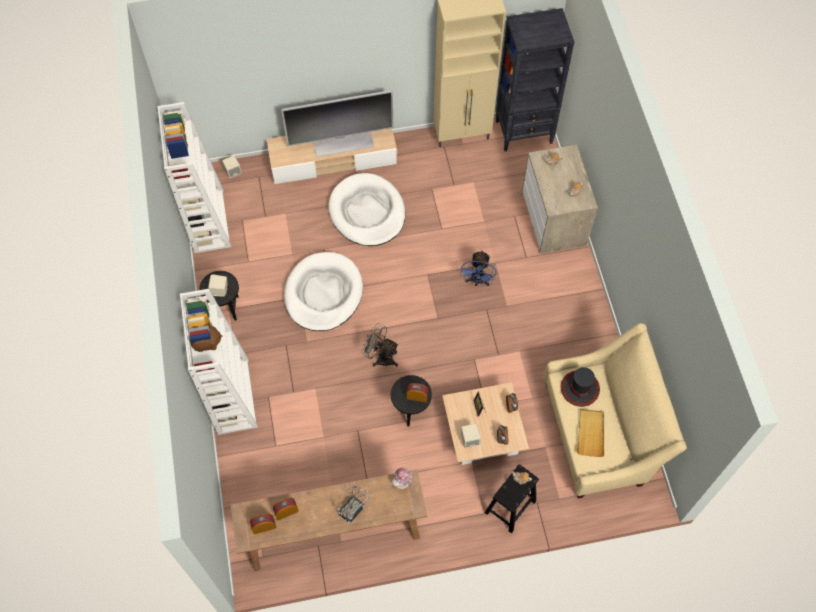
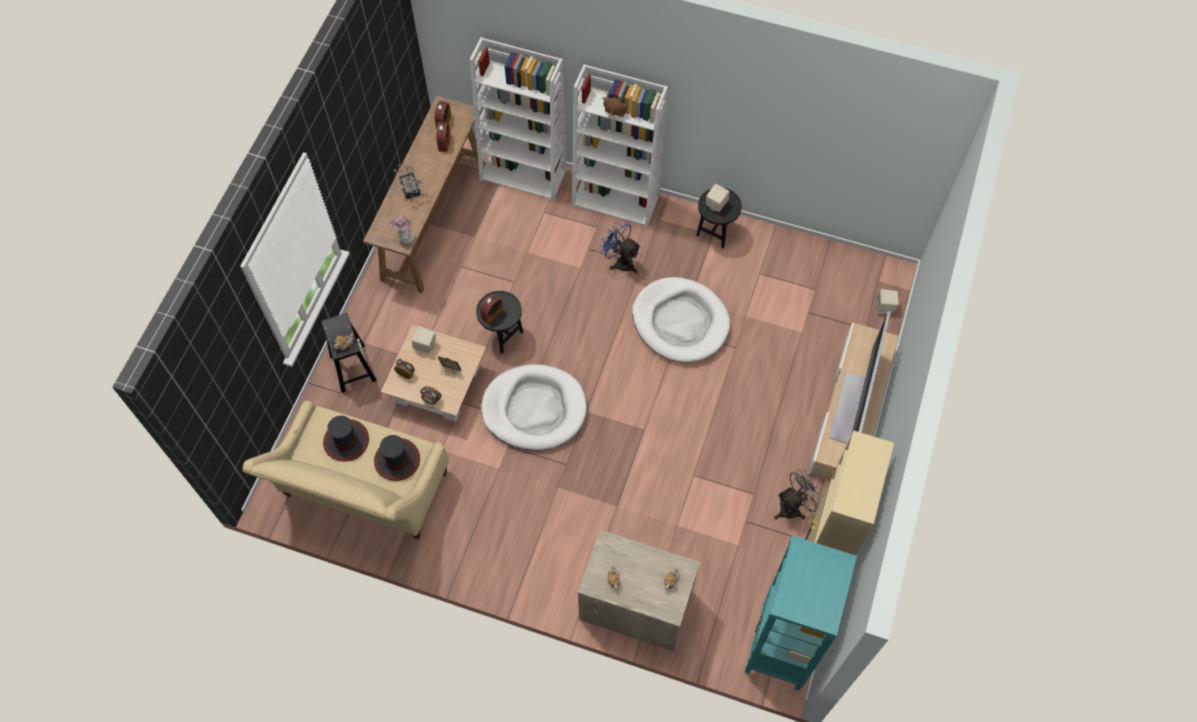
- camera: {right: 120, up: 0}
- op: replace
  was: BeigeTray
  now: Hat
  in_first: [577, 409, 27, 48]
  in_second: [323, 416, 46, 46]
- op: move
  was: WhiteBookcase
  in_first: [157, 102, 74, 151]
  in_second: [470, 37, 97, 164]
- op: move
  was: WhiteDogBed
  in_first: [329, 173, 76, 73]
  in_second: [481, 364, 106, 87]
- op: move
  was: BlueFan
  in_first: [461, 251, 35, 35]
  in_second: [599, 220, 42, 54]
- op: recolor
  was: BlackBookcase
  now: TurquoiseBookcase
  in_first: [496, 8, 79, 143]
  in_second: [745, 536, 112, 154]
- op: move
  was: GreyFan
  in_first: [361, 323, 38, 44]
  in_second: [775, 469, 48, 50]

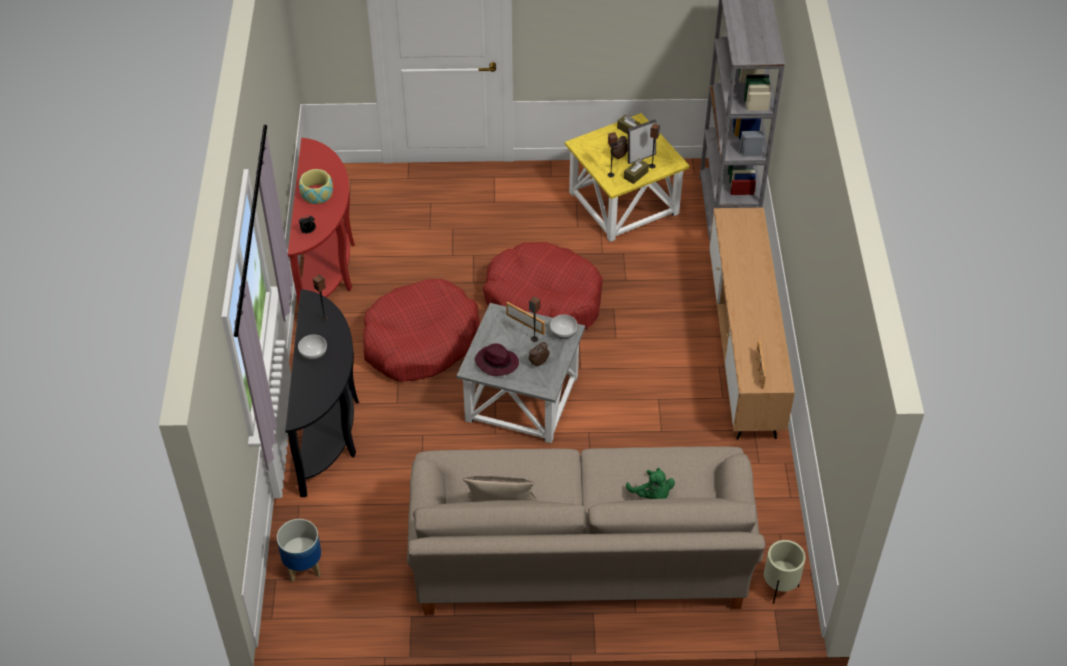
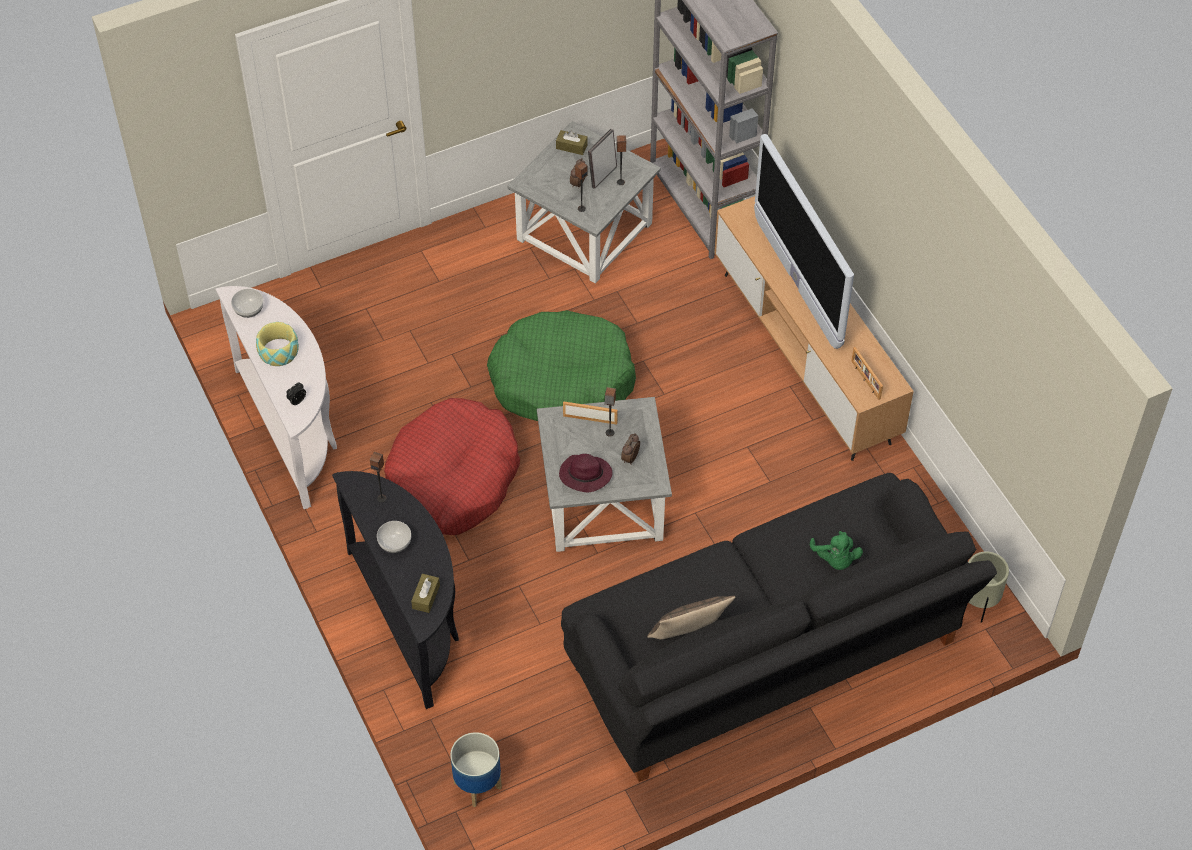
- camera: {right: -25, up: 5}
- op: recolor
  was: RedConsoleTable
  now: WhiteConsoleTable
  in_first: [288, 138, 67, 169]
  in_second: [216, 286, 121, 223]
- op: move
  was: Bowl
  in_first: [550, 315, 28, 24]
  in_second: [231, 289, 32, 29]
- op: move
  was: BrownTissueBox
  in_first: [624, 159, 25, 25]
  in_second: [411, 574, 29, 39]
- op: recolor
  was: RedDogBed
  now: GreenDogBed
  in_first: [483, 242, 120, 87]
  in_second: [487, 310, 149, 111]
- op: recolor
  was: YellowSideTable
  now: GreySideTable
  in_first: [565, 113, 125, 129]
  in_second: [507, 121, 154, 163]
- op: recolor
  was: BeigeSofa
  now: BlackSofa
  in_first: [407, 446, 358, 169]
  in_second: [561, 473, 436, 309]
- op: insert
  now: Television
  in_second: [754, 134, 100, 215]
- op: rotate
  was: GreenPlushToy
  in_first: [626, 468, 49, 31]
  in_second: [810, 531, 53, 39]
  clockwise: 45

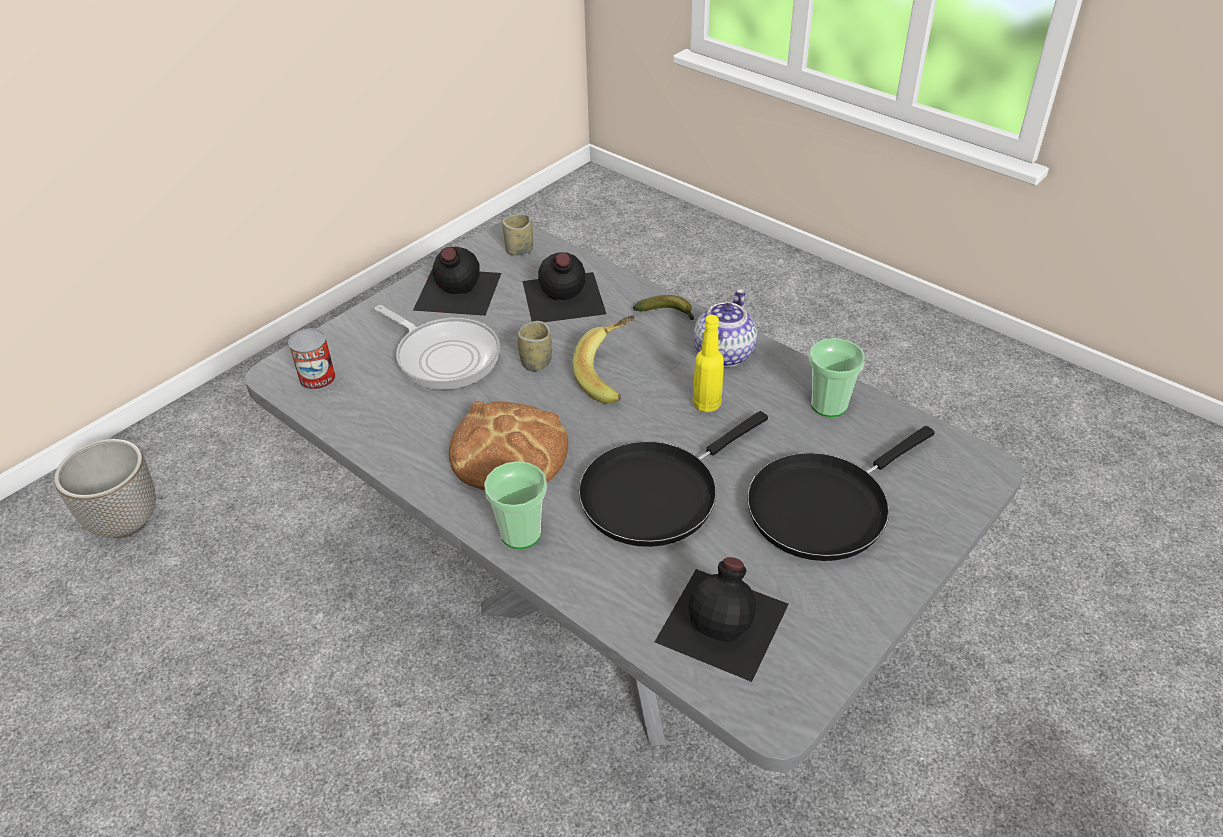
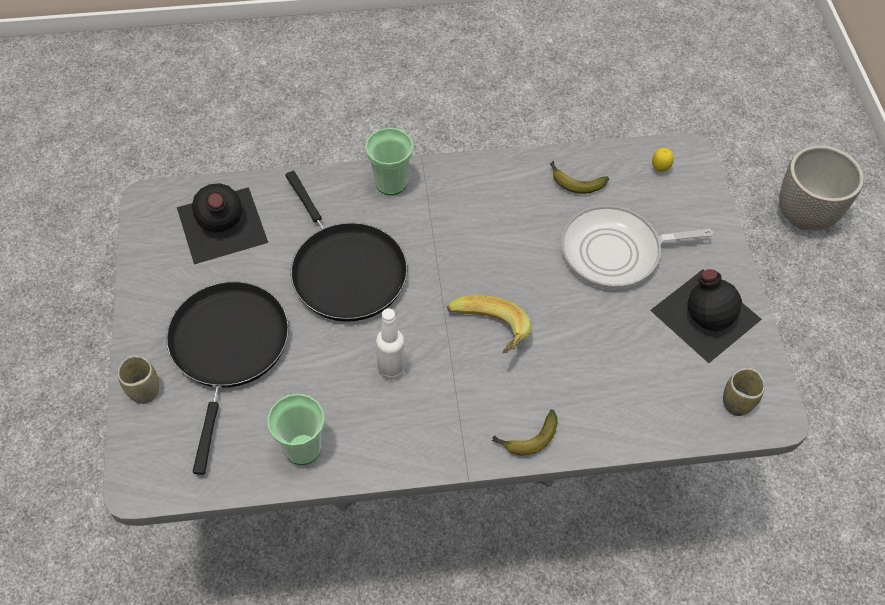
- camera: {right: 130, up: 15}
- op: move
  was: Cup
  in_first: [518, 321, 34, 50]
  in_second: [118, 355, 41, 49]
- op: rotate
  was: BlackFryingPan
  in_first: [578, 411, 190, 136]
  in_second: [285, 171, 122, 151]
  clockwise: 150
- op: recolor
  was: YellowBottle
  now: WhiteBottle
  in_first: [693, 315, 31, 97]
  in_second: [376, 308, 30, 72]
- op: insert
  now: Banana
  in_second: [550, 161, 59, 33]
- op: replace
  was: Can
  now: Lemon
  in_first: [288, 328, 48, 62]
  in_second: [652, 148, 22, 24]
- op: delete
  was: Bread
  in_first: [449, 401, 119, 89]
- op: delete
  was: BlackBottle
  in_first: [523, 252, 83, 70]
- op: delete
  was: Teapot
  in_first: [694, 289, 63, 78]

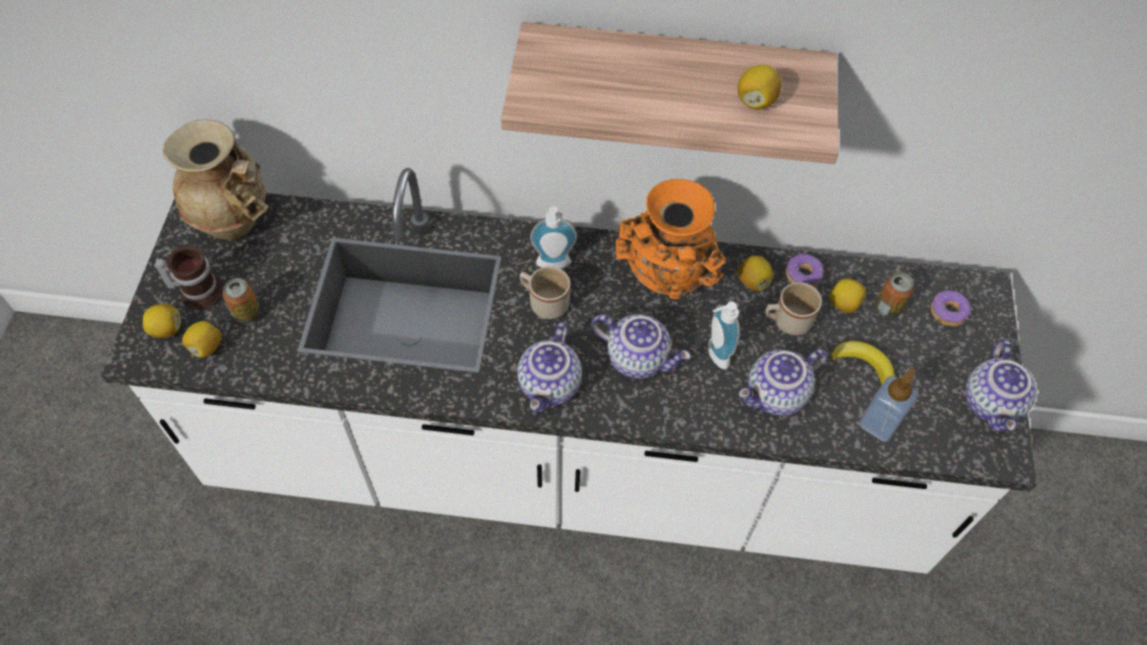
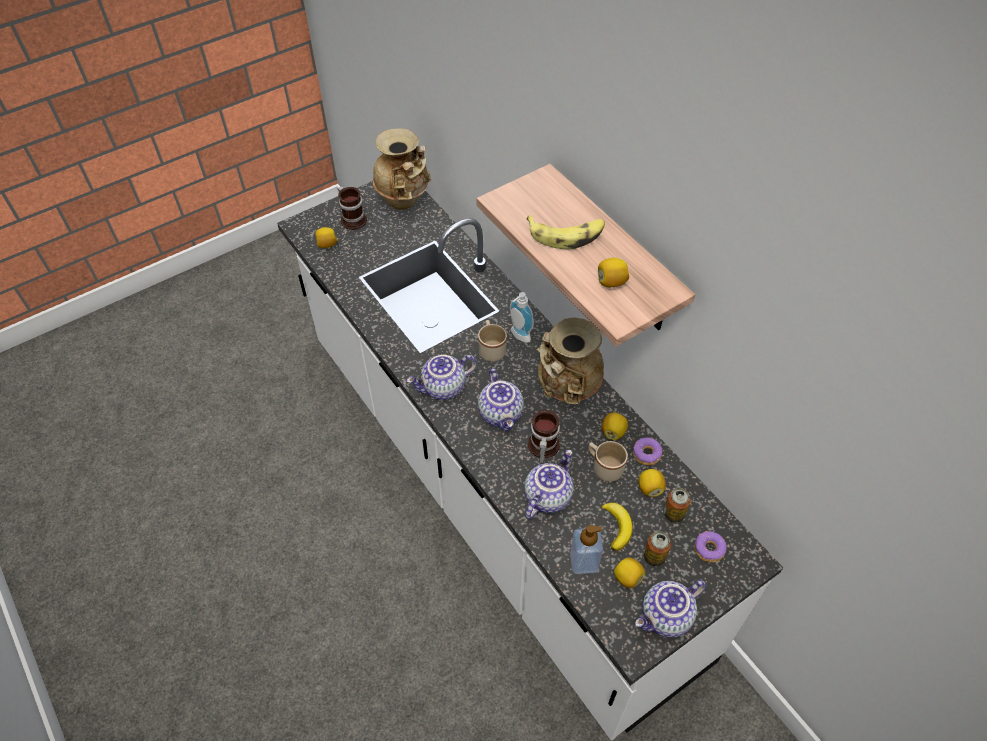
- camera: {right: 50, up: -5}
- op: rotate
  was: Teapot
  in_first: [738, 349, 89, 67]
  in_second: [524, 450, 49, 69]
  clockwise: 105
- op: insert
  now: Banana
  in_second: [527, 215, 78, 34]
- op: replace
  was: SoapDispenser
  now: Mug
  in_first: [708, 302, 32, 67]
  in_second: [528, 410, 32, 53]
- op: recolor
  was: OrangeVase
  now: BeigeVase
  in_first: [616, 179, 109, 120]
  in_second: [536, 317, 68, 87]
- op: move
  was: Lemon
  in_first: [143, 304, 38, 34]
  in_second: [614, 557, 31, 31]
- op: move
  was: Can
  in_first: [223, 278, 38, 46]
  in_second: [643, 531, 28, 35]

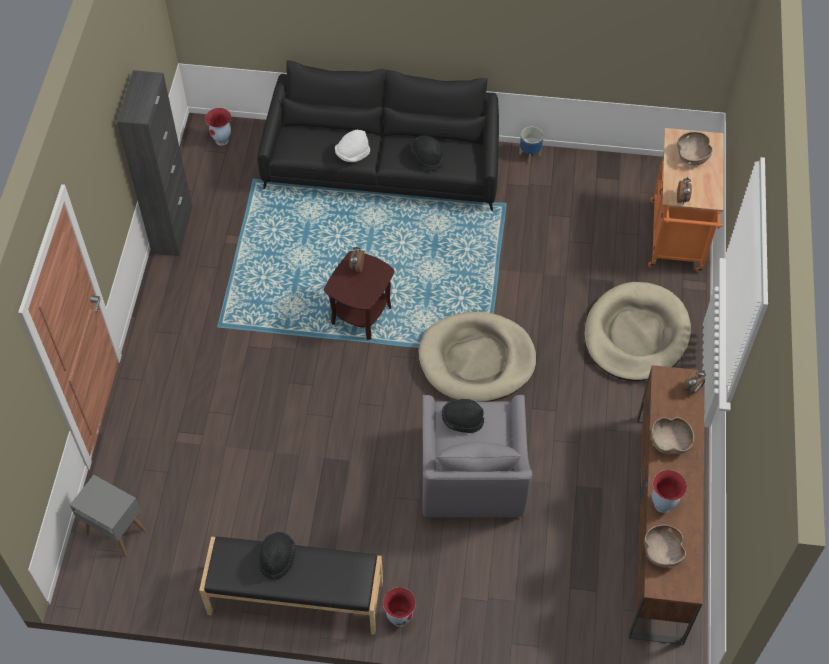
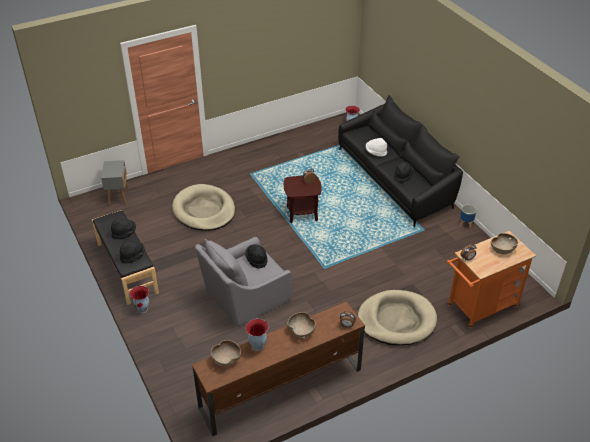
- camera: {right: 55, up: -15}
- op: insert
  now: BlackHat
  in_second: [120, 241, 25, 22]
- op: move
  was: BeigeDogBed
  in_first: [418, 312, 118, 90]
  in_second: [172, 184, 63, 47]
- op: delete
  was: BlackCabinet
  in_first: [117, 70, 76, 186]

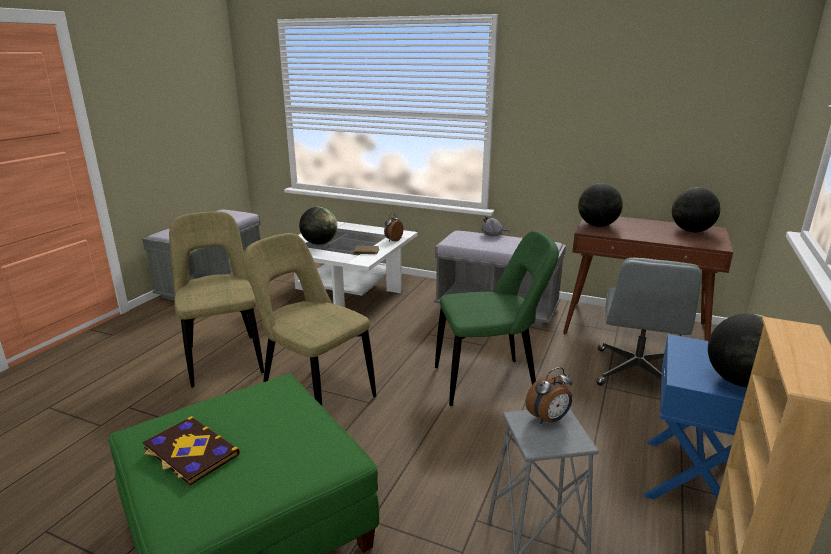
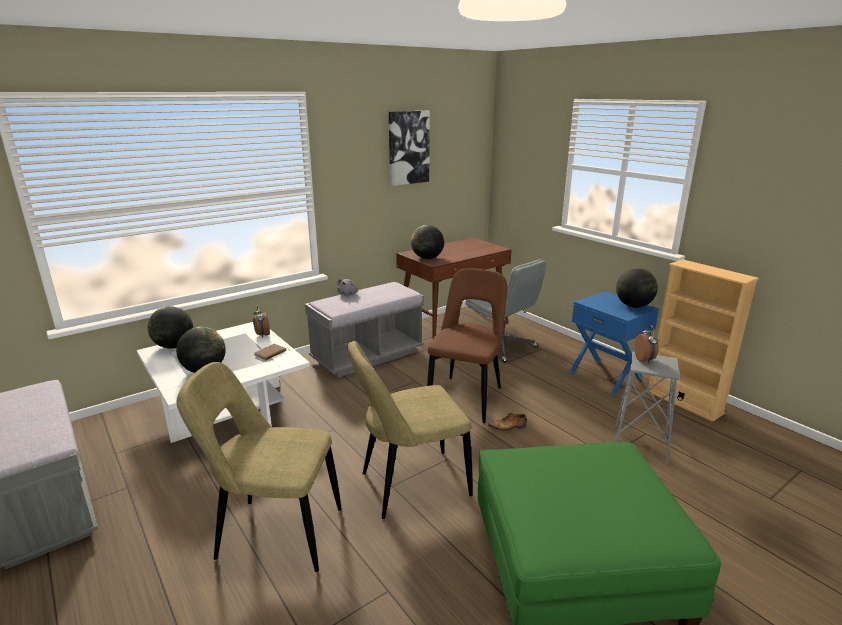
- camera: {right: -60, up: 0}
- op: move
  was: Globe
  in_first: [672, 187, 48, 45]
  in_second: [148, 306, 45, 42]
- op: insert
  now: Picture
  in_second: [389, 111, 41, 75]
- op: recolor
  was: GreenChair
  now: BrownChair
  in_first: [435, 231, 124, 175]
  in_second: [427, 268, 80, 155]
- op: insert
  now: Shoe
  in_second: [488, 413, 39, 18]
- op: delete
  was: Book
  in_first: [143, 416, 97, 69]

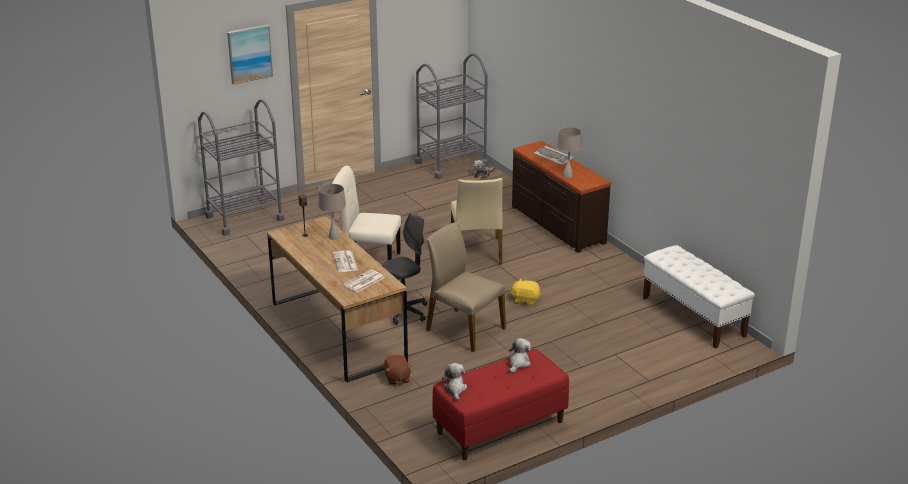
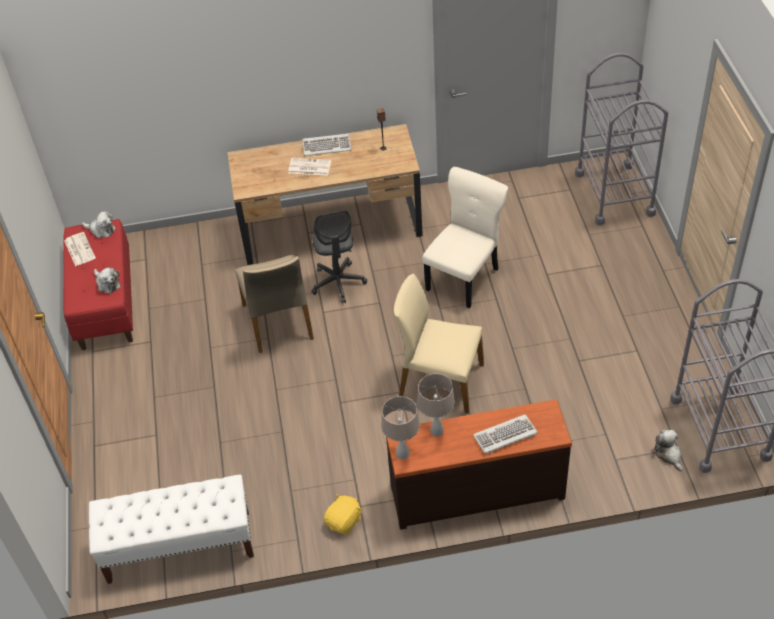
- camera: {right: 115, up: 20}
- op: move
  was: Newspaper
  in_first: [343, 269, 41, 23]
  in_second: [65, 232, 31, 34]
- op: rotate
  was: BeigeChair
  in_first: [426, 222, 80, 130]
  in_second: [235, 255, 79, 98]
  clockwise: 105
- op: insert
  now: Keyboard
  in_second: [302, 134, 49, 22]
- op: move
  was: YellowPlushToy
  in_first: [510, 278, 30, 28]
  in_second: [324, 494, 38, 41]
- op: move
  was: BeigeTableLamp
  in_first: [318, 184, 28, 56]
  in_second: [381, 396, 39, 63]
- op: delete
  was: Picture
  in_first: [227, 25, 46, 60]
- op: delete
  was: BrownPlushToy
  in_first: [384, 355, 28, 30]

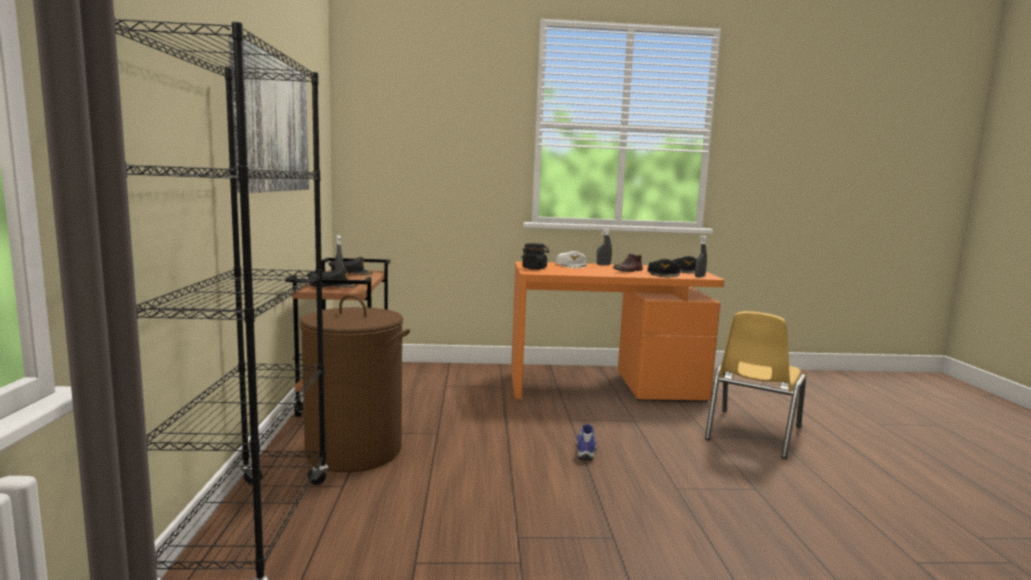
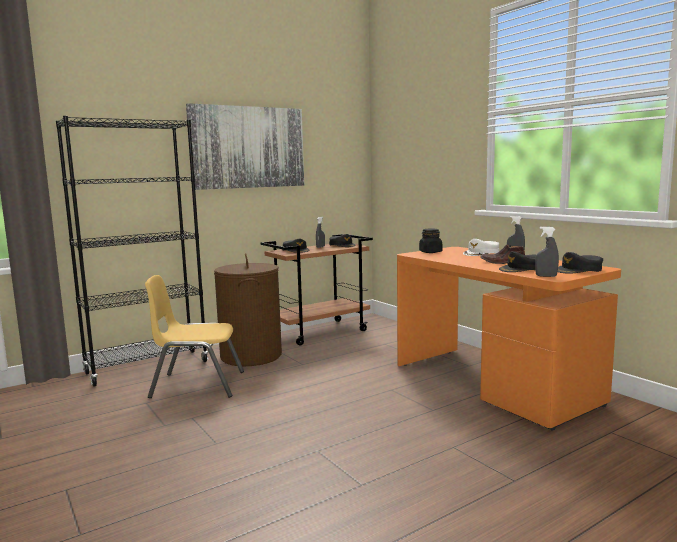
- camera: {right: 60, up: 0}
- op: move
  was: YellowChair
  in_first: [705, 311, 101, 148]
  in_second: [145, 275, 99, 123]
- op: delete
  was: Shoe
  in_first: [576, 424, 21, 37]

